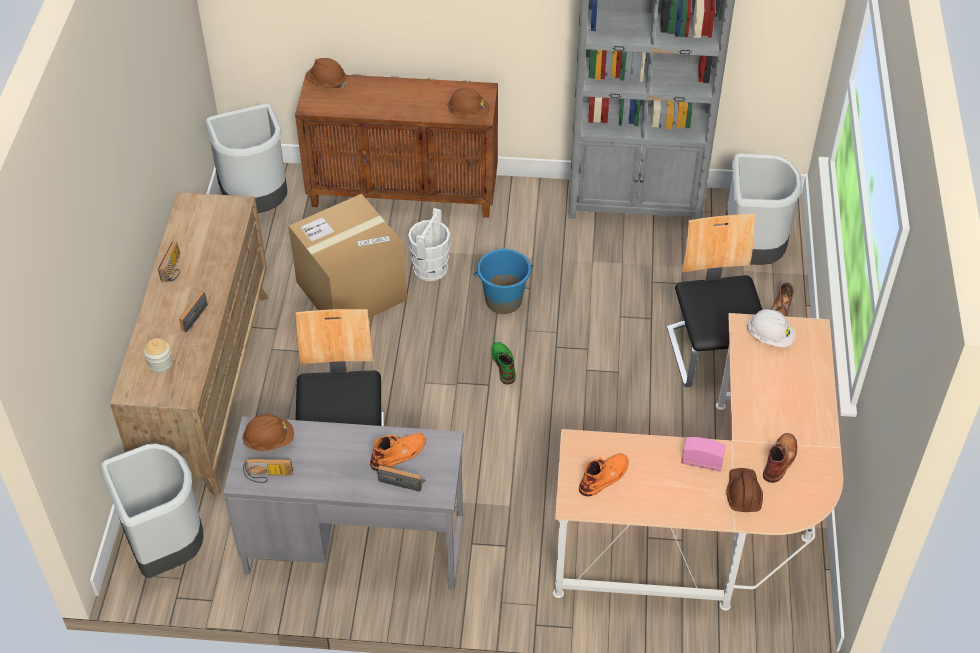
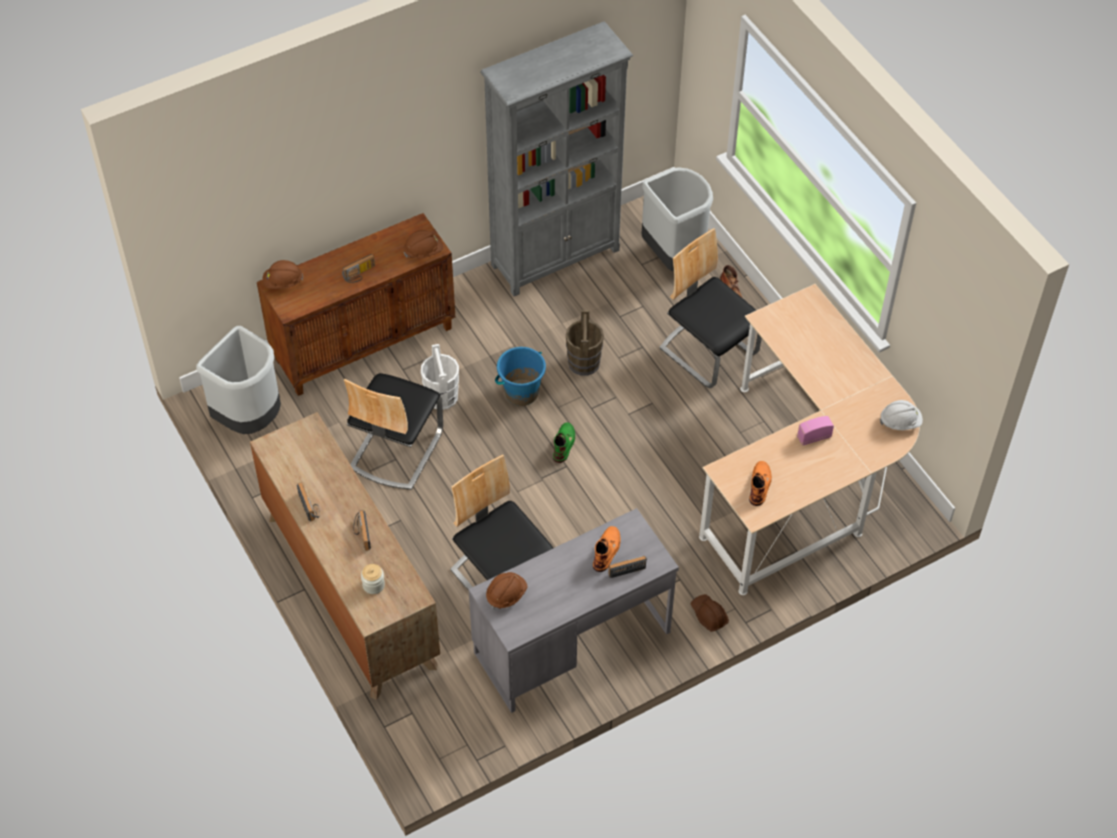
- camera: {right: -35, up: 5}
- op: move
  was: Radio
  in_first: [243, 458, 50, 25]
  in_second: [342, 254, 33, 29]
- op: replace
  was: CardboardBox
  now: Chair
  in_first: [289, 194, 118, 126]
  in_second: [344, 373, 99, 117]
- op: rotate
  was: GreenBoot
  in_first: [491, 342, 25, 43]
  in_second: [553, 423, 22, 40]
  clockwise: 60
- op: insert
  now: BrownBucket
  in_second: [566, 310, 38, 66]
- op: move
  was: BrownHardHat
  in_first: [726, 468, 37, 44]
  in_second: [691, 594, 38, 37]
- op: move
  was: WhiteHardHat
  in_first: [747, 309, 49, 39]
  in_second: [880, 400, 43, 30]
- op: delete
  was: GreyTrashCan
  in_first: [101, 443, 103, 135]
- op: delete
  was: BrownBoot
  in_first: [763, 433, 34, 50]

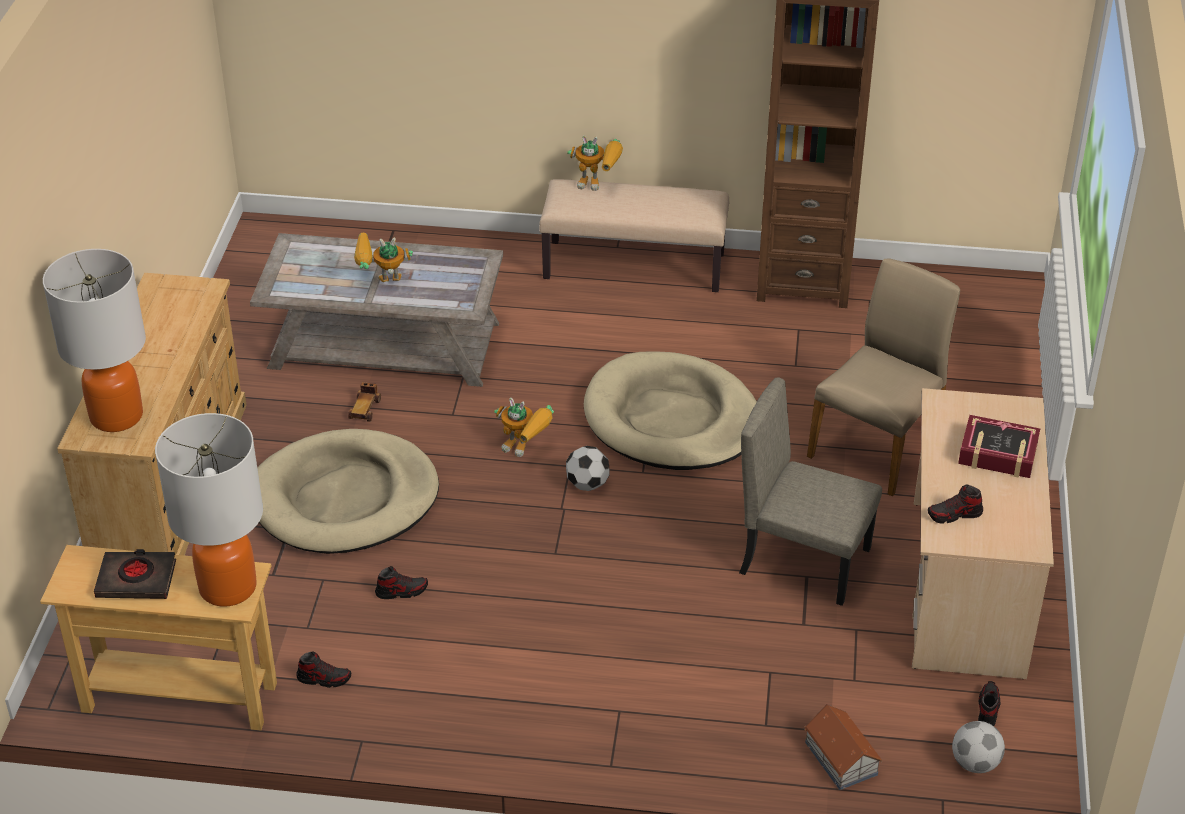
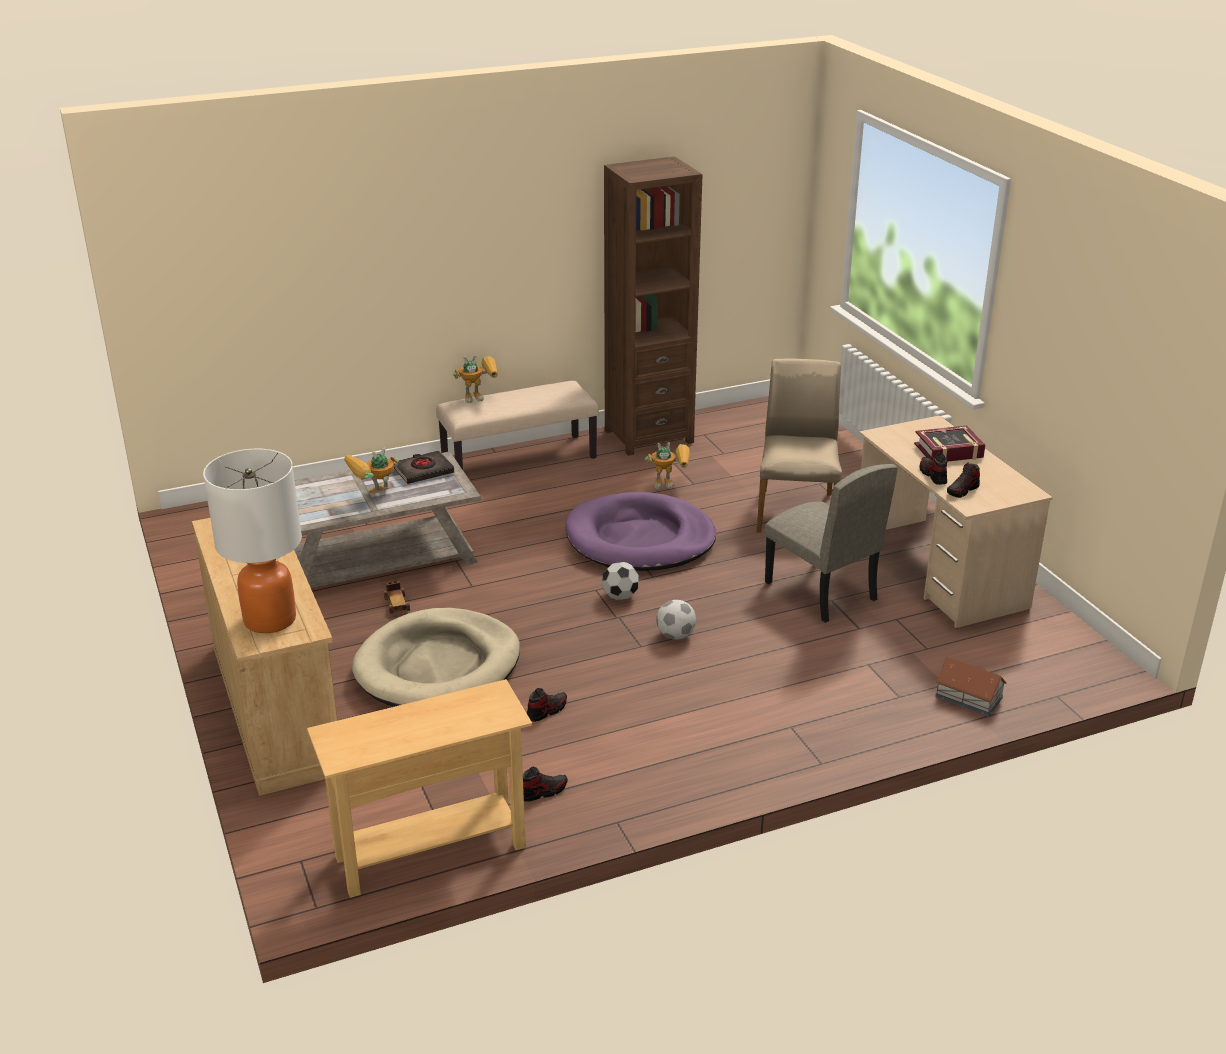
- camera: {right: -30, up: -10}
- op: move
  was: BlackBook
  in_first: [94, 549, 82, 50]
  in_second: [394, 451, 60, 33]
- op: recolor
  was: BeigeDogBed
  now: PurpleDogBed
  in_first: [584, 351, 173, 119]
  in_second: [565, 492, 151, 79]
- op: move
  was: ToyRobot
  in_first: [494, 398, 60, 59]
  in_second: [645, 442, 45, 47]
- op: move
  was: Football
  in_first: [952, 721, 53, 52]
  in_second: [656, 600, 40, 40]
- op: rotate
  was: BeigeChair
  in_first: [739, 378, 143, 228]
  in_second: [765, 464, 132, 159]
  clockwise: -120
- op: move
  was: Shoe
  in_first: [978, 681, 22, 45]
  in_second: [919, 453, 28, 32]
- op: delete
  was: TableLamp
  in_first: [155, 413, 108, 194]

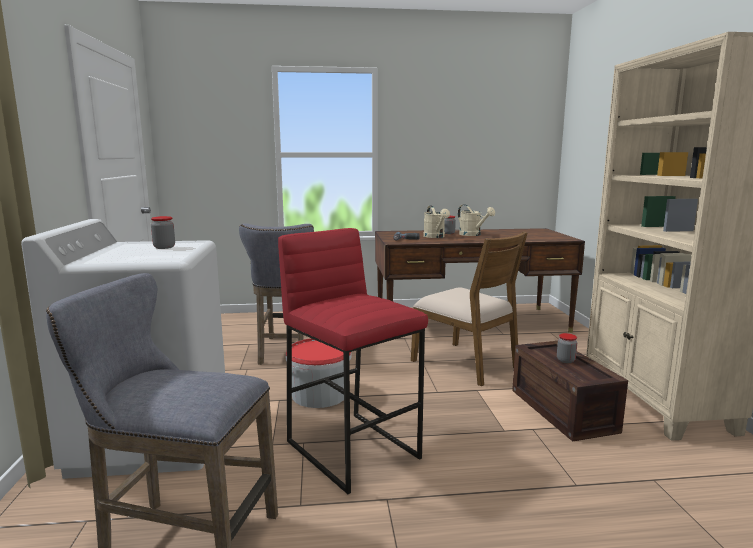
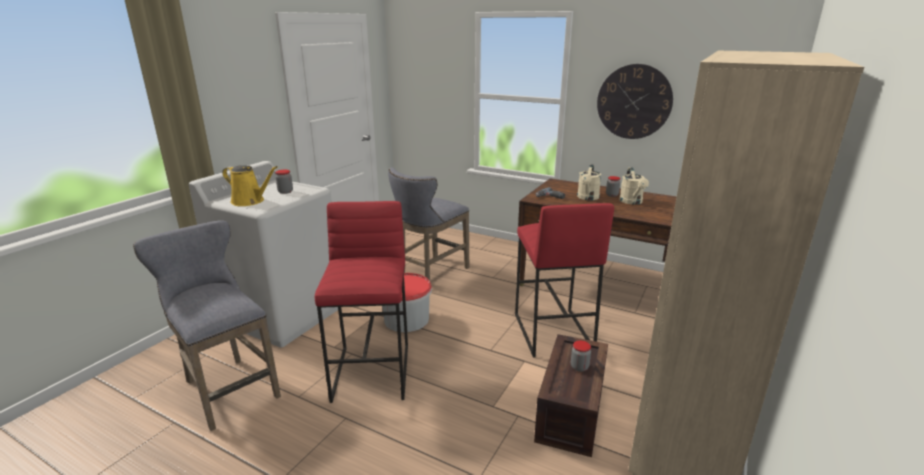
- camera: {right: 35, up: 10}
- op: insert
  now: YellowWateringCan
  in_second: [222, 165, 56, 41]
- op: replace
  was: BrownChair
  now: RedStool
  in_first: [411, 231, 117, 155]
  in_second: [515, 203, 99, 154]
- op: insert
  now: WallClock
  in_second: [597, 64, 76, 75]

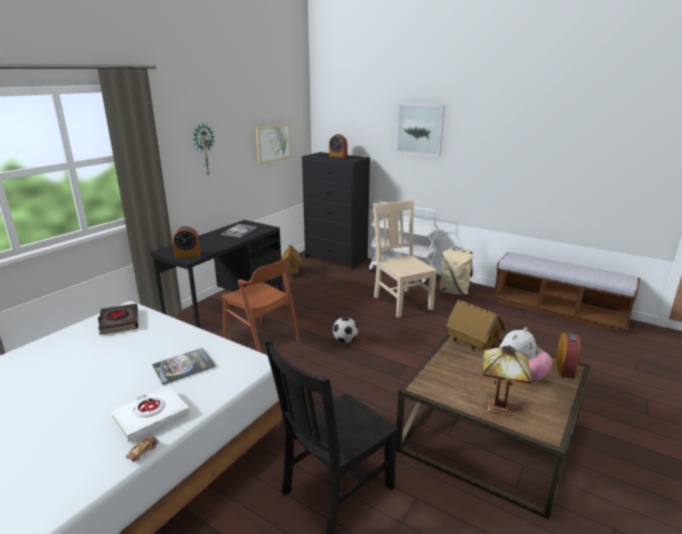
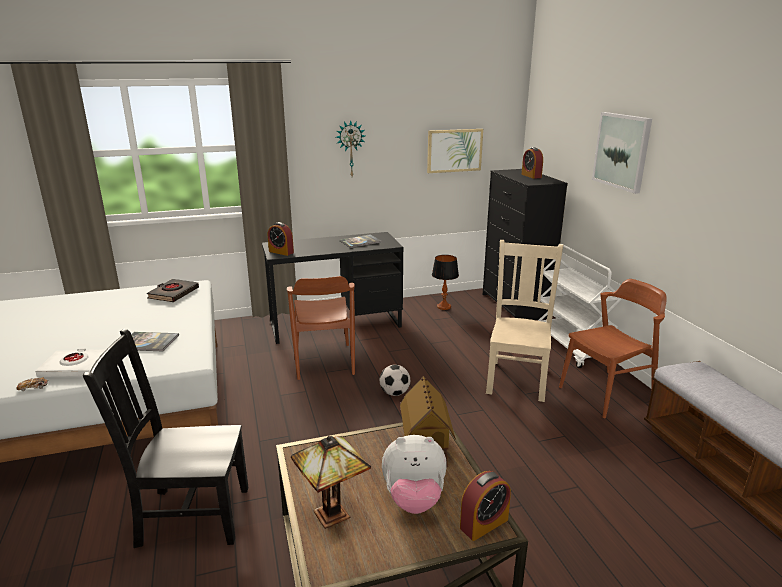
- camera: {right: 40, up: 0}
- op: replace
  was: ToyHouse
  now: TableLamp
  in_first: [281, 245, 20, 35]
  in_second: [432, 255, 27, 55]
- op: replace
  was: BeigeBackpack
  now: BrownChair
  in_first: [439, 247, 34, 49]
  in_second: [559, 279, 108, 139]

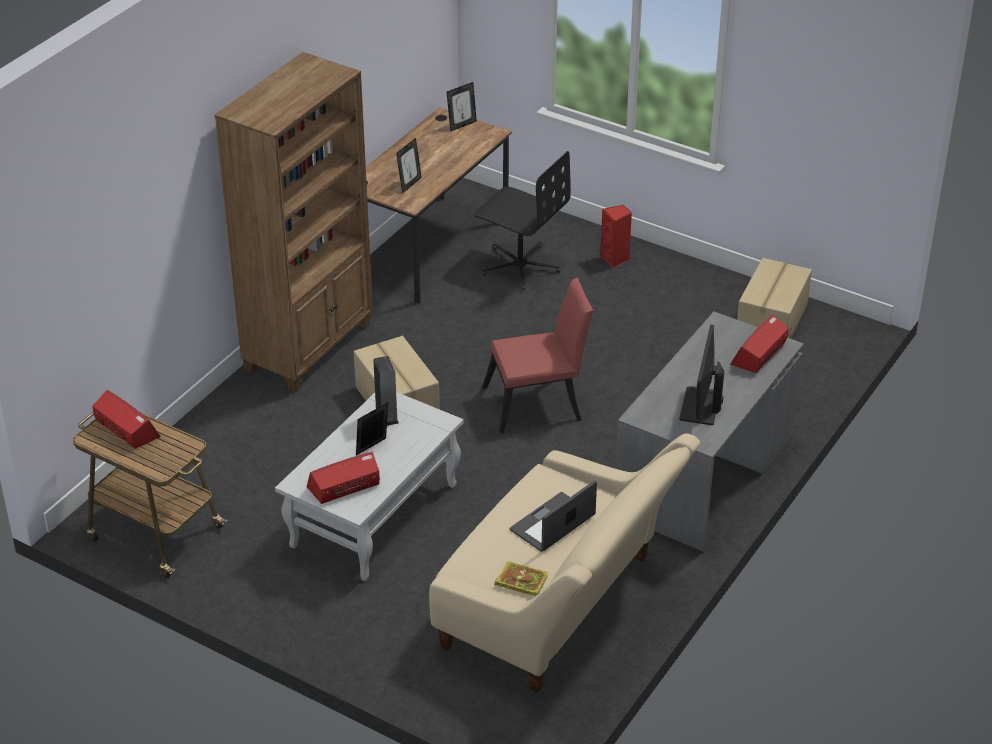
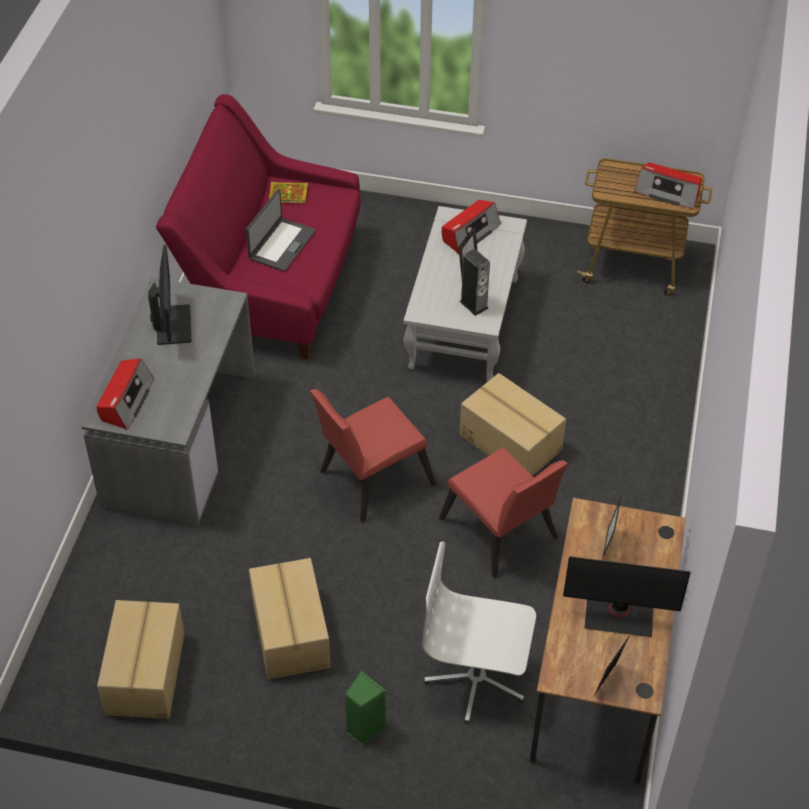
- camera: {right: 160, up: 10}
- op: recolor
  was: BeigeSofa
  now: RedSofa
  in_first: [429, 433, 271, 259]
  in_second: [156, 94, 205, 265]
- op: insert
  now: CardboardBox
  in_second: [249, 558, 81, 122]
- op: recolor
  was: RedSpeaker
  now: GreenSpeaker
  in_first: [600, 205, 32, 63]
  in_second: [345, 671, 41, 74]
- op: recolor
  was: BlackOfficeChair
  now: WhiteOfficeChair
  in_first: [474, 151, 97, 139]
  in_second: [422, 541, 114, 183]
- op: insert
  now: RedChair
  in_second: [439, 447, 129, 131]
- op: insert
  now: Monitor
  in_second: [563, 556, 128, 81]
- op: delete
  was: BrownBookcase
  in_first: [215, 52, 158, 340]

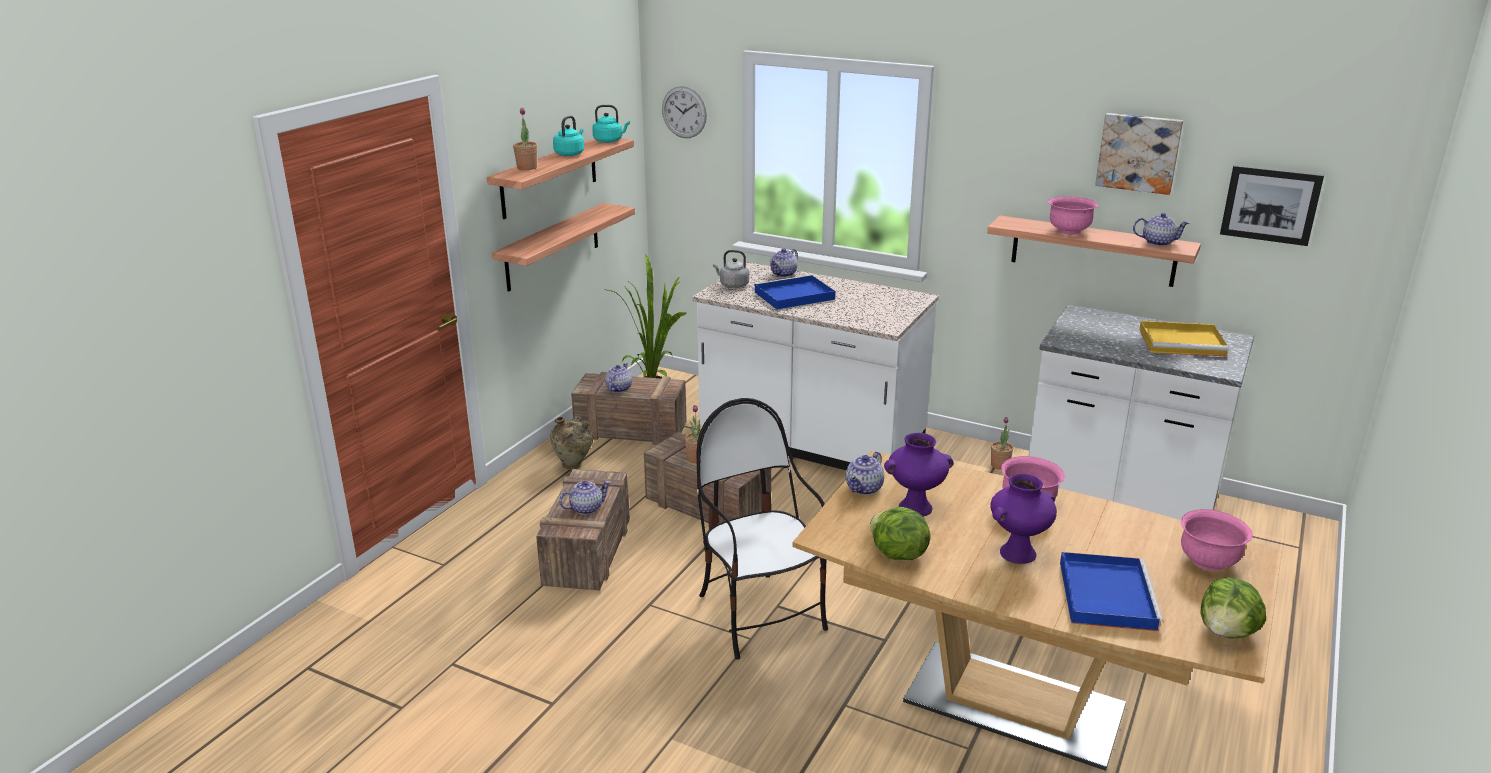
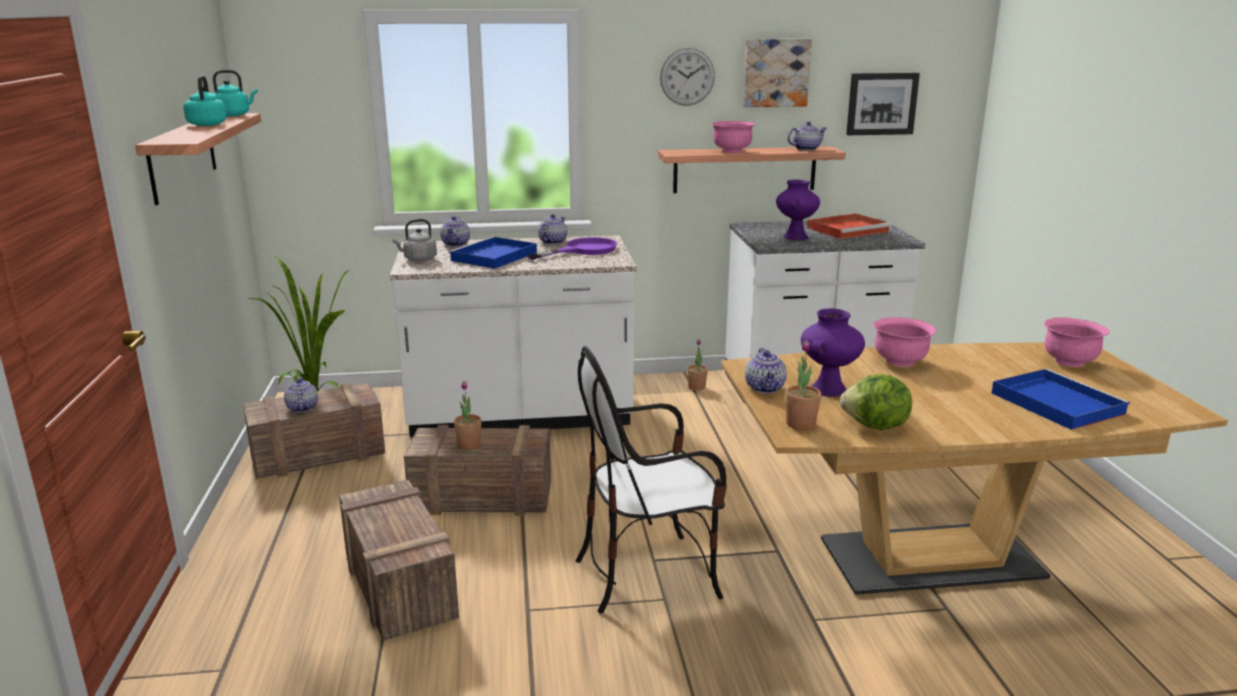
- camera: {right: -35, up: -5}
- op: insert
  now: PurpleFryingPan
  in_second: [527, 237, 90, 23]
- op: move
  was: Teapot
  in_first: [559, 481, 52, 34]
  in_second: [538, 214, 29, 31]
- op: rotate
  was: Chair
  in_first: [697, 398, 131, 262]
  in_second: [575, 346, 152, 267]
  clockwise: -45
- op: move
  was: WallClock
  in_first: [662, 86, 45, 52]
  in_second: [660, 48, 55, 58]
- op: move
  was: PurpleVase
  in_first: [990, 474, 67, 90]
  in_second: [776, 180, 44, 60]
- op: move
  was: PottedPlant
  in_first: [513, 107, 24, 63]
  in_second: [785, 340, 36, 90]
- op: recolor
  was: YellowTray
  now: RedTray
  in_first: [1139, 321, 90, 36]
  in_second: [807, 213, 84, 26]
- op: delete
  was: Shelf
  in_first: [492, 203, 143, 88]
- op: delete
  was: BeigeVase
  in_first: [550, 416, 44, 54]
- op: delete
  was: Lettuce
  in_first: [1200, 577, 66, 61]

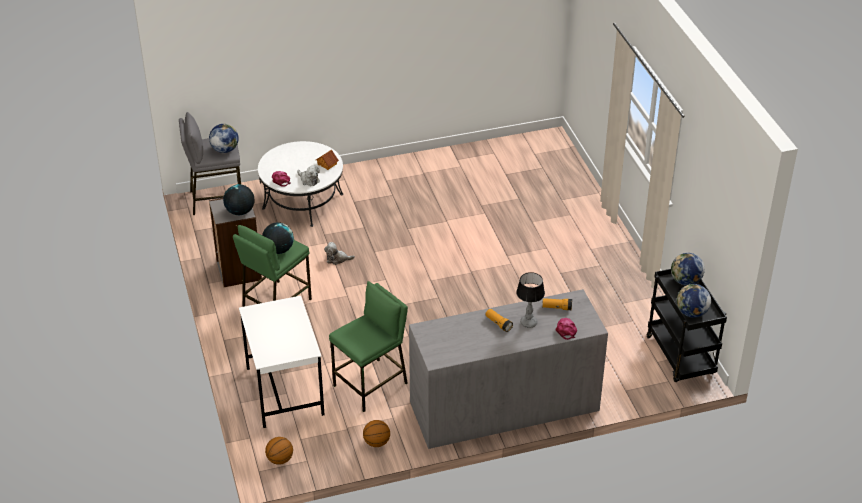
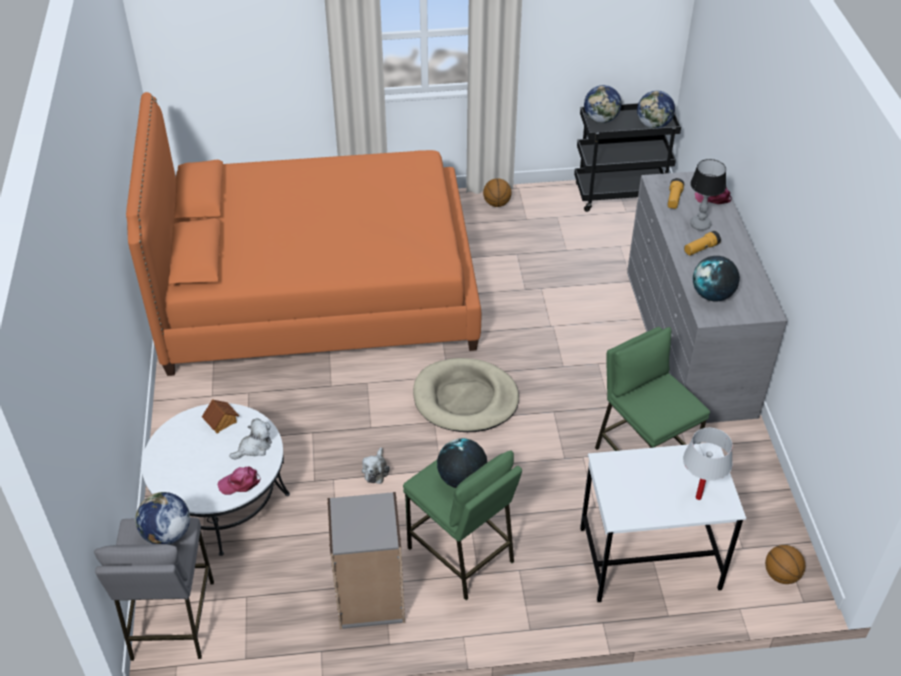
- camera: {right: -80, up: 5}
- op: insert
  now: OrangeBed
  in_second: [126, 92, 355, 284]
- op: insert
  now: BeigeDogBed
  in_second: [413, 358, 106, 74]
- op: move
  was: Basketball
  in_first: [363, 420, 27, 27]
  in_second: [483, 178, 28, 29]
- op: insert
  now: WhiteTableLamp
  in_second: [683, 428, 50, 72]
- op: move
  was: Globe
  in_first: [223, 184, 32, 31]
  in_second: [693, 256, 47, 45]

